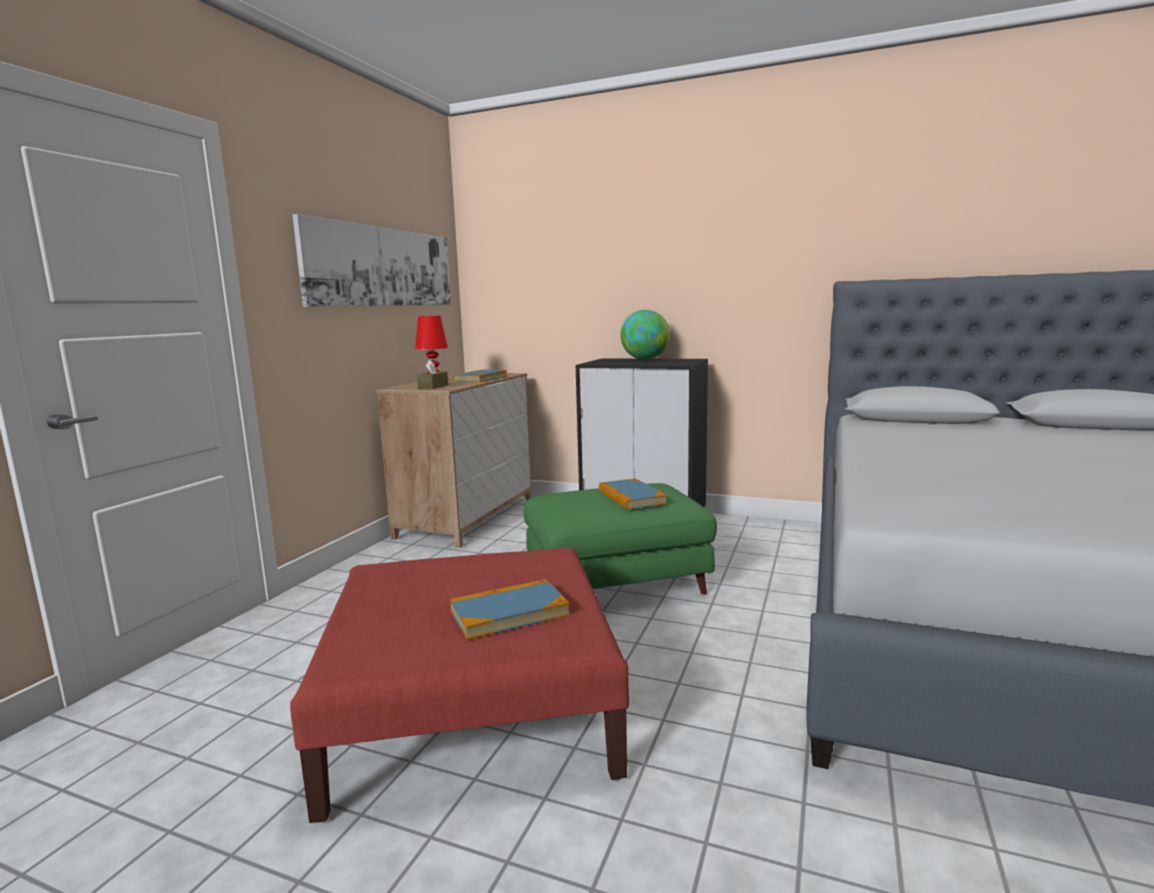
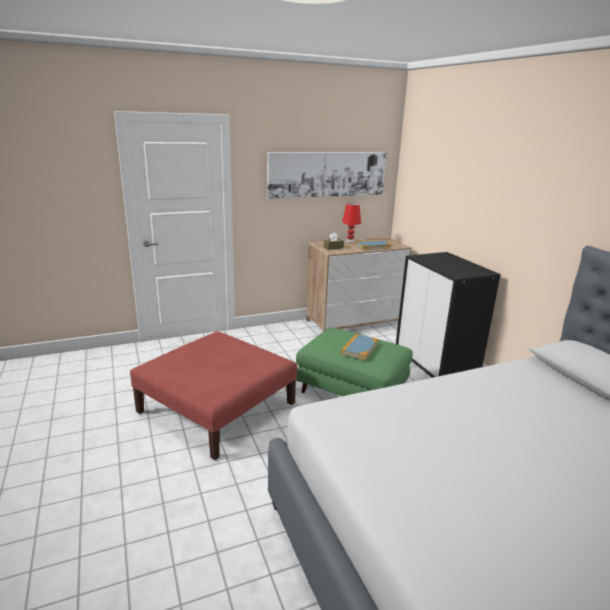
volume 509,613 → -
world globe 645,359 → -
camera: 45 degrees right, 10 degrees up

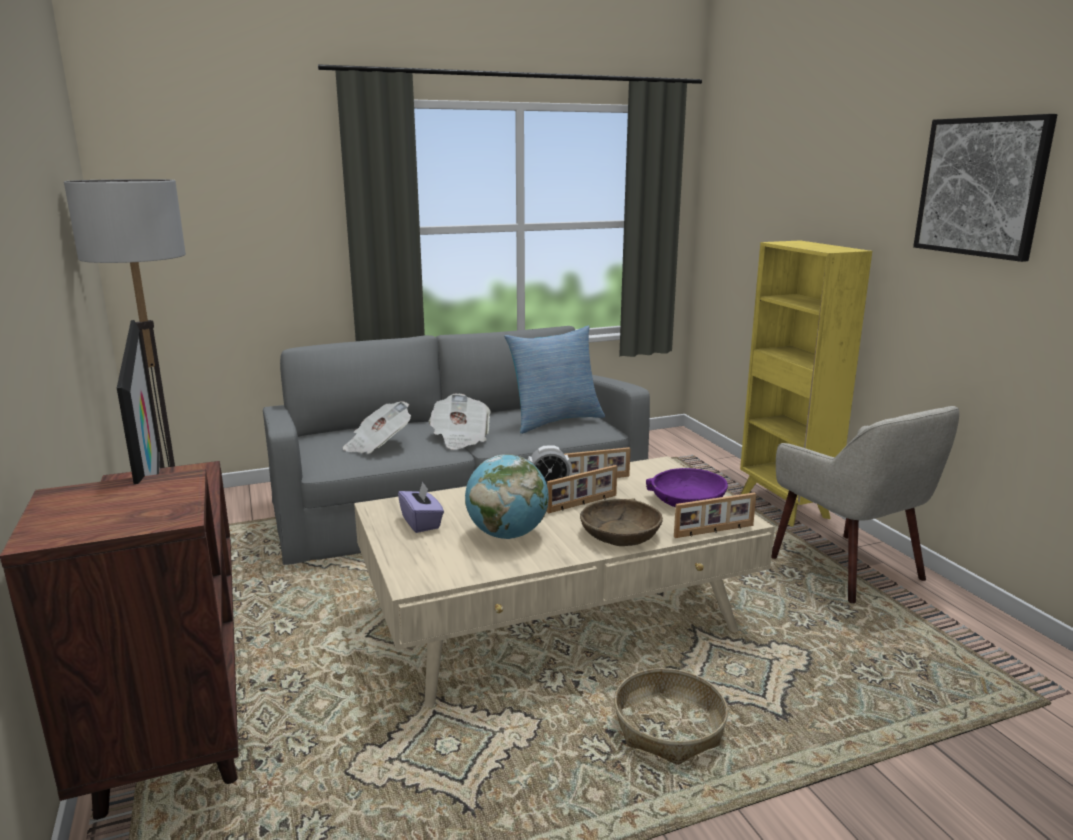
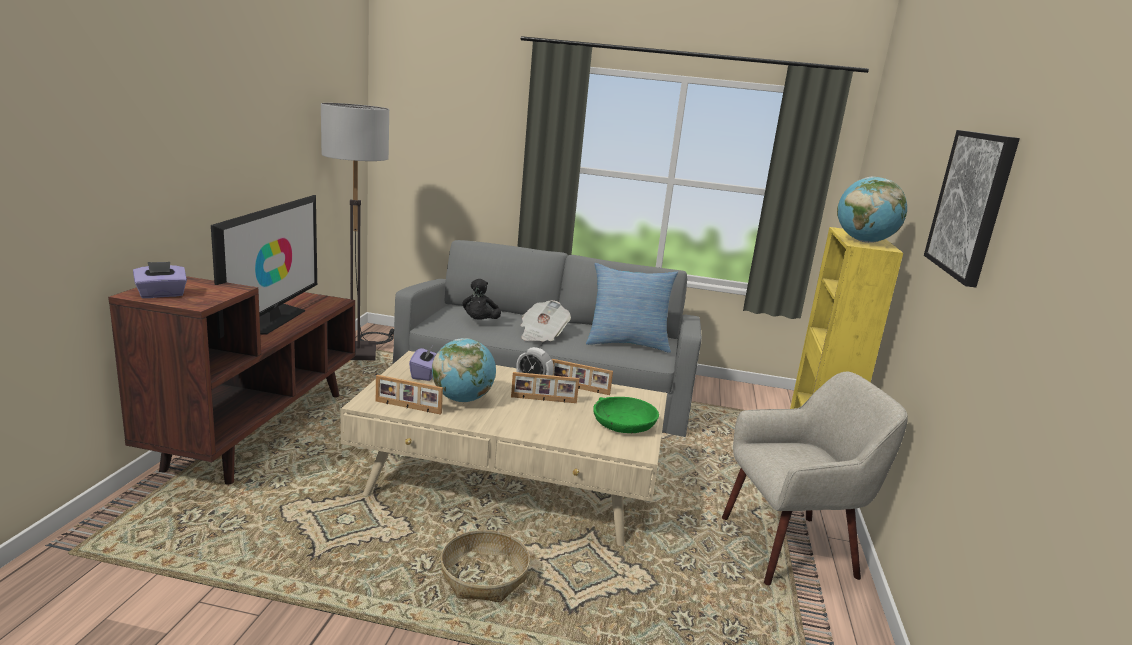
newspaper 378,445 → blackish soft toy 480,322
brownish serving bowl 620,533 → -
purple serving bowl 687,500 → greenish serving bowl 623,424
photo frame 714,531 → photo frame 407,407, moved
sand-coloured easy chair 848,569 → sand-coloured easy chair 790,548, 105 degrees counterclockwise
- → purple tissue holder 161,294
- → world globe 864,241
camera: 30 degrees right, 0 degrees up

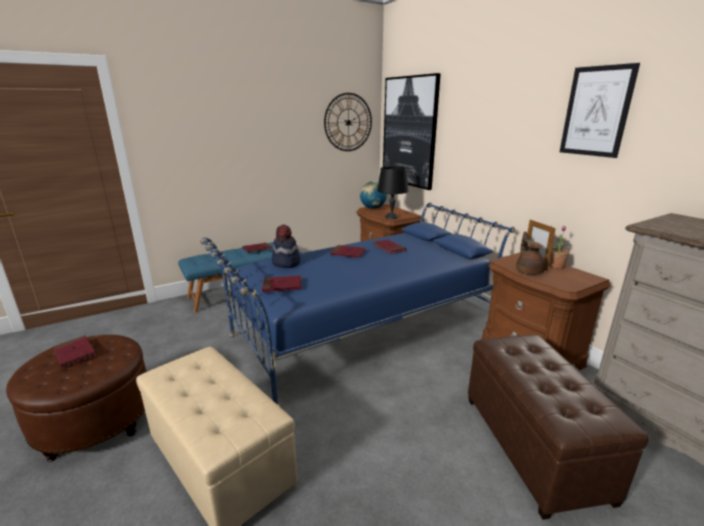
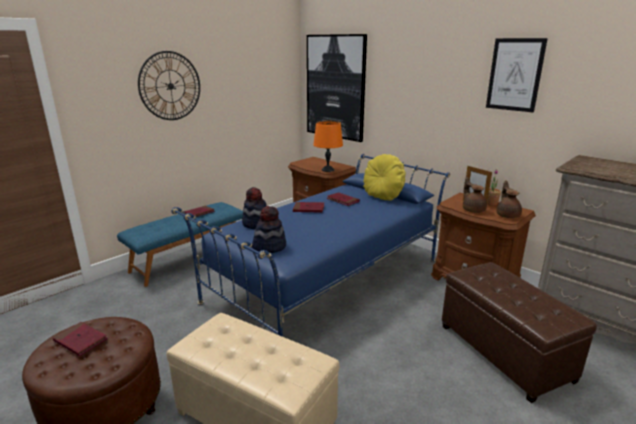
red volume 282,286 → hat 269,246
wall clock 348,122 → wall clock 170,86, moved
world globe 373,208 → -
blackish lamp for a table 392,217 → orange-coloured lamp for a table 328,170
- → yellowish throw pillow 383,197
- → brownish tea pot 507,215
camera: 15 degrees left, 0 degrees up

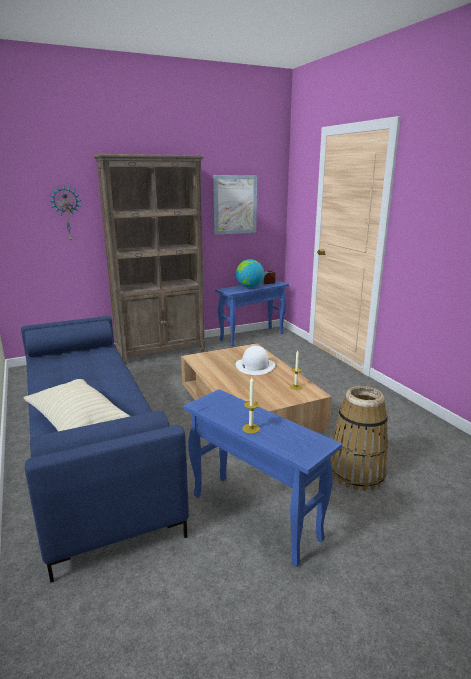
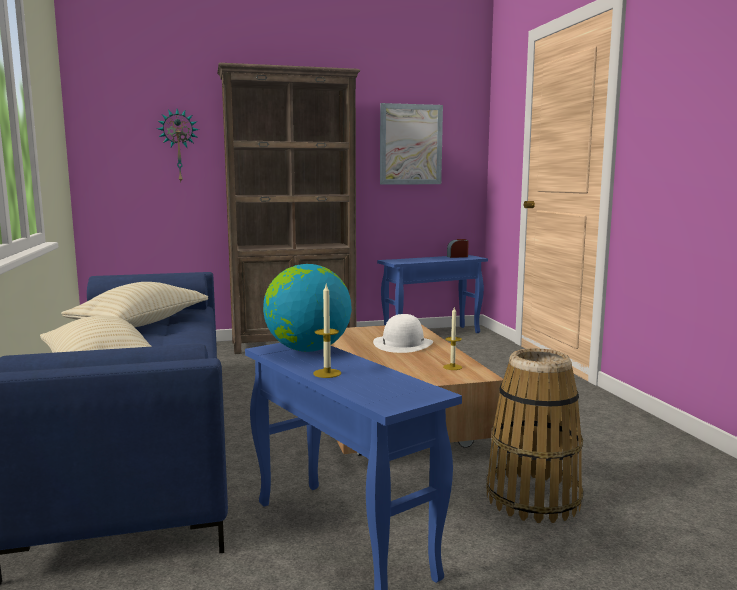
world globe 249,287 → world globe 308,350, moved
- → sand-coloured throw pillow 141,324
camera: 10 degrees right, 10 degrees down

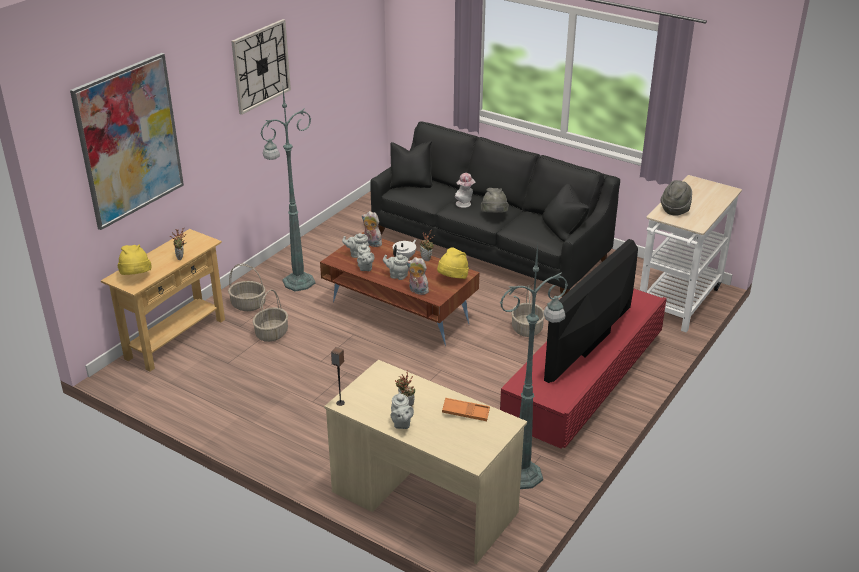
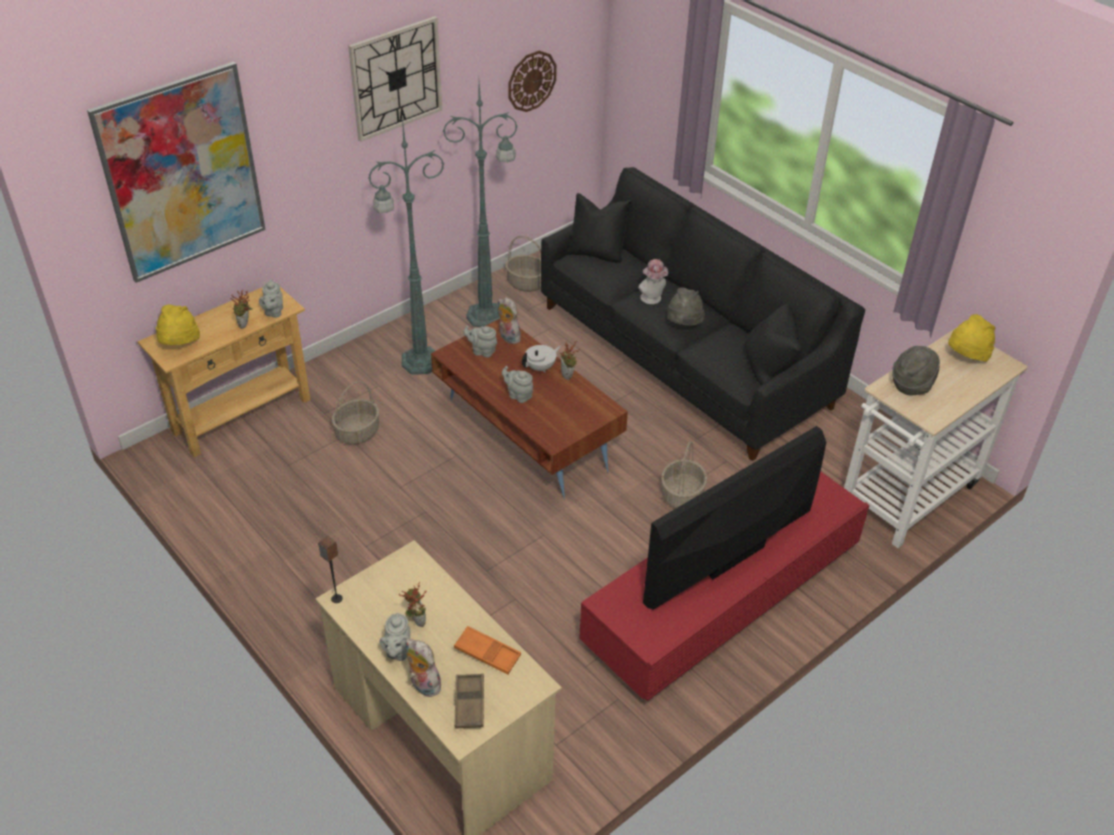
storage basket 248,304 → storage basket 526,283, moved
grey tea pot 365,268 → grey tea pot 273,312, moved
soft toy 417,291 → soft toy 423,685, moved
yellowish hat 452,278 → yellowish hat 966,357, moved
greenish standing lamp 524,474 → greenish standing lamp 488,316, moved
- → brownish carrying tray 469,704
- → wall clock 531,81
camera: 15 degrees right, 10 degrees up

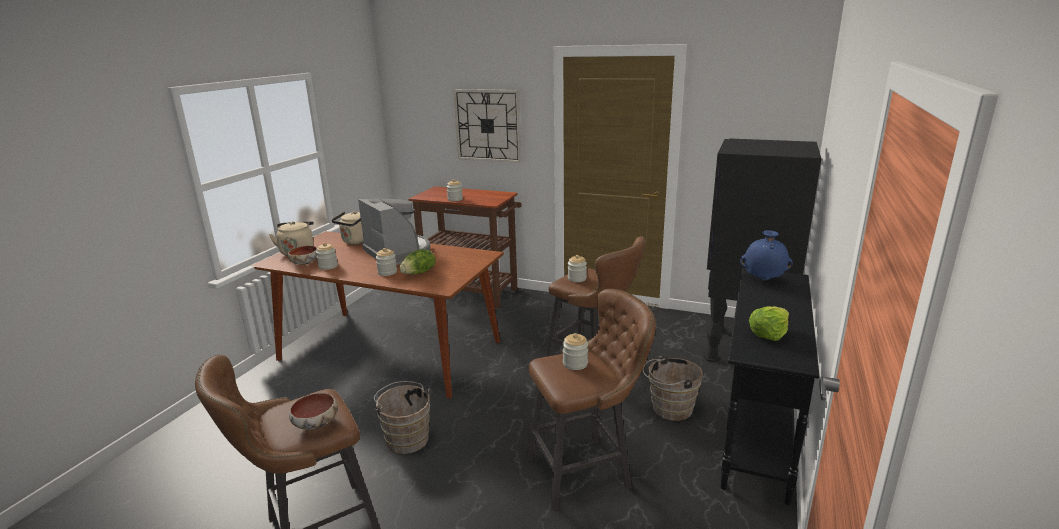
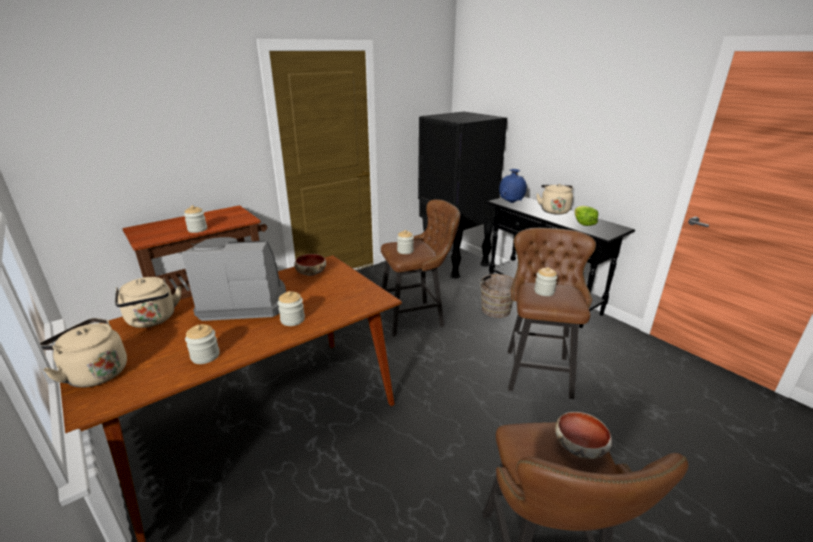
serving bowl 305,263 → serving bowl 310,273, moved
brownish pail 406,438 → -
lettuce head 419,273 → -
wall clock 488,125 → -
- → sand-coloured kettle 554,210
camera: 60 degrees left, 5 degrees up

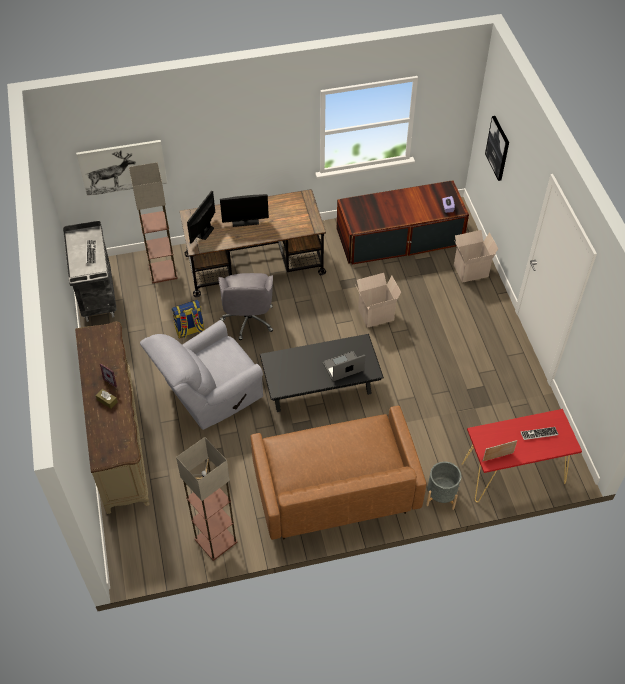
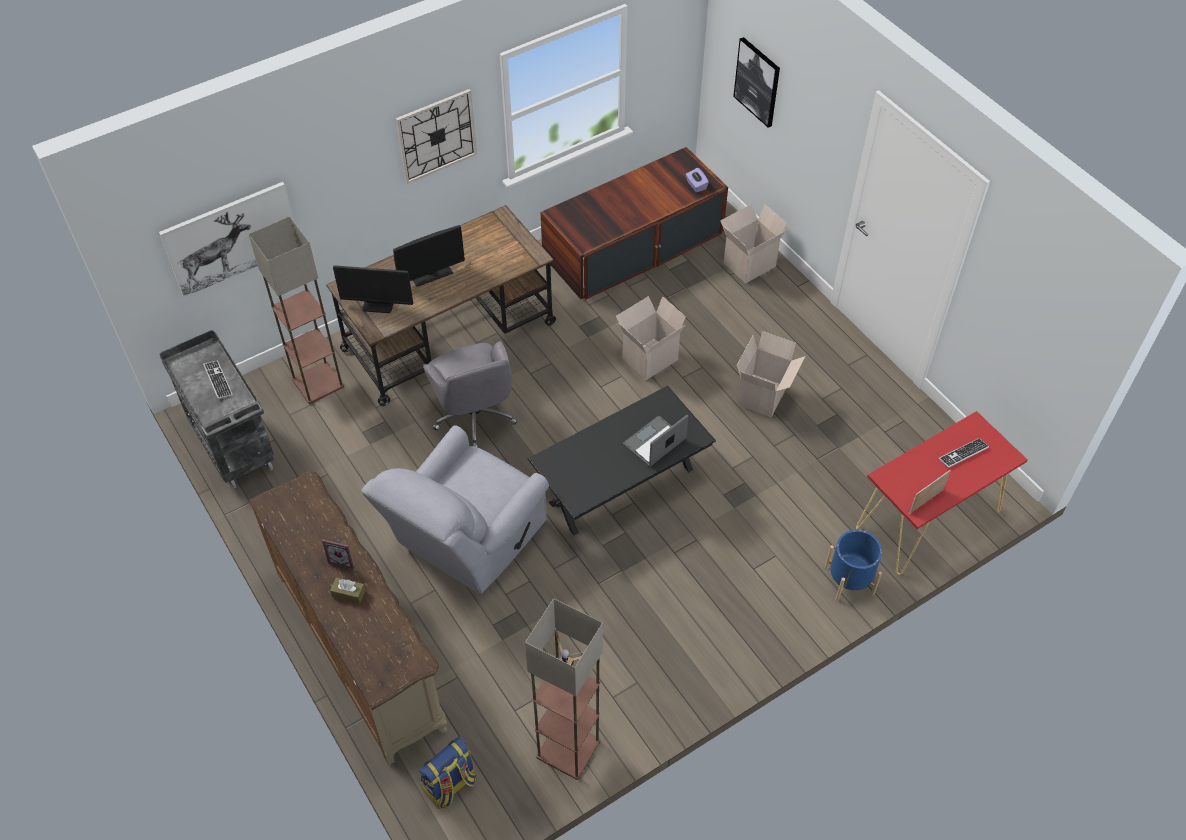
rucksack 189,330 → rucksack 450,785, moved
computer screen 204,232 → computer screen 378,305, 90 degrees counterclockwise
brownish couch 335,490 → -
grey plant pot 441,495 → blue-coloured plant pot 849,580
- → wall clock 436,136
- → cardboard box 763,397
camera: 20 degrees left, 0 degrees up

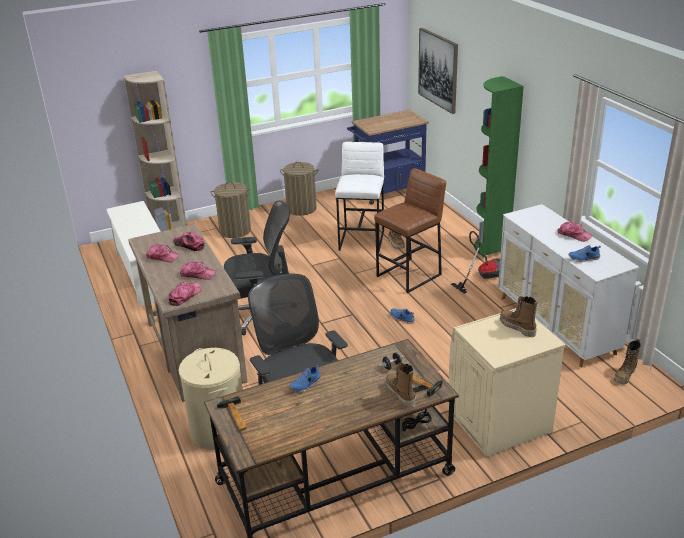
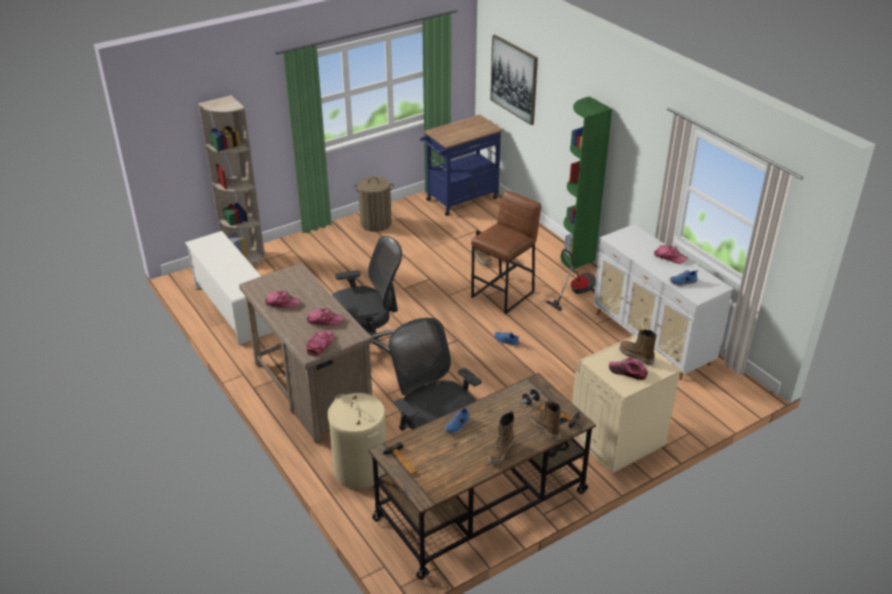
peaked cap 189,245 → peaked cap 628,371, moved
laundry basket 235,230 → -
whitish stool 362,239 → -
boot 625,376 → boot 500,452, moved
camera: 10 degrees left, 5 degrees up

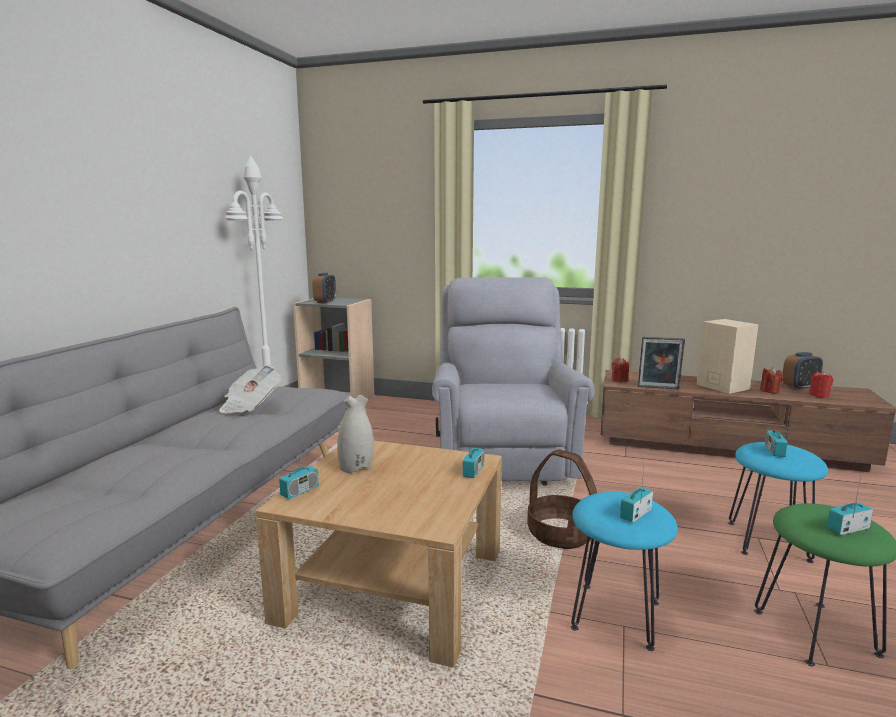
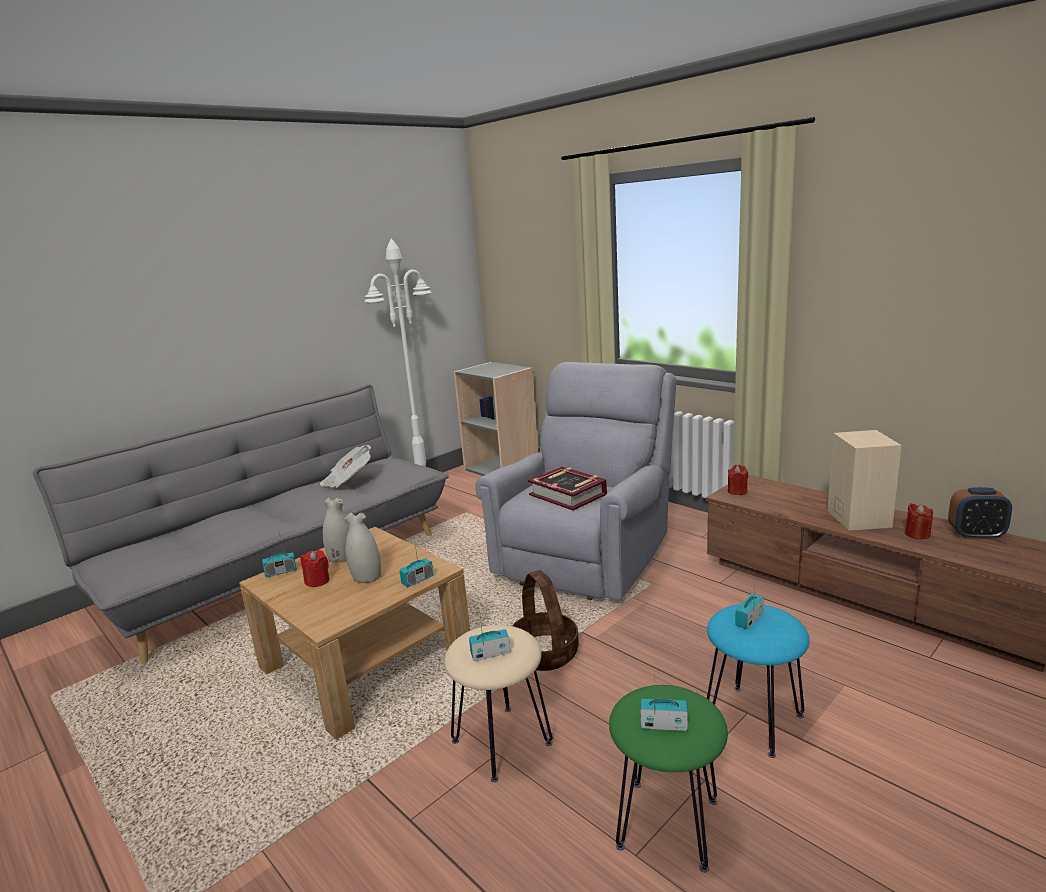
table clock 325,302 → -
turquoise-coloured stool 616,615 → sand-coloured stool 502,742
photo frame 658,388 → -
red wax light 819,395 → red wax light 317,581, moved
- → whitish flower vase 366,577
- → volume 568,495
camera: 30 degrees right, 5 degrees up

